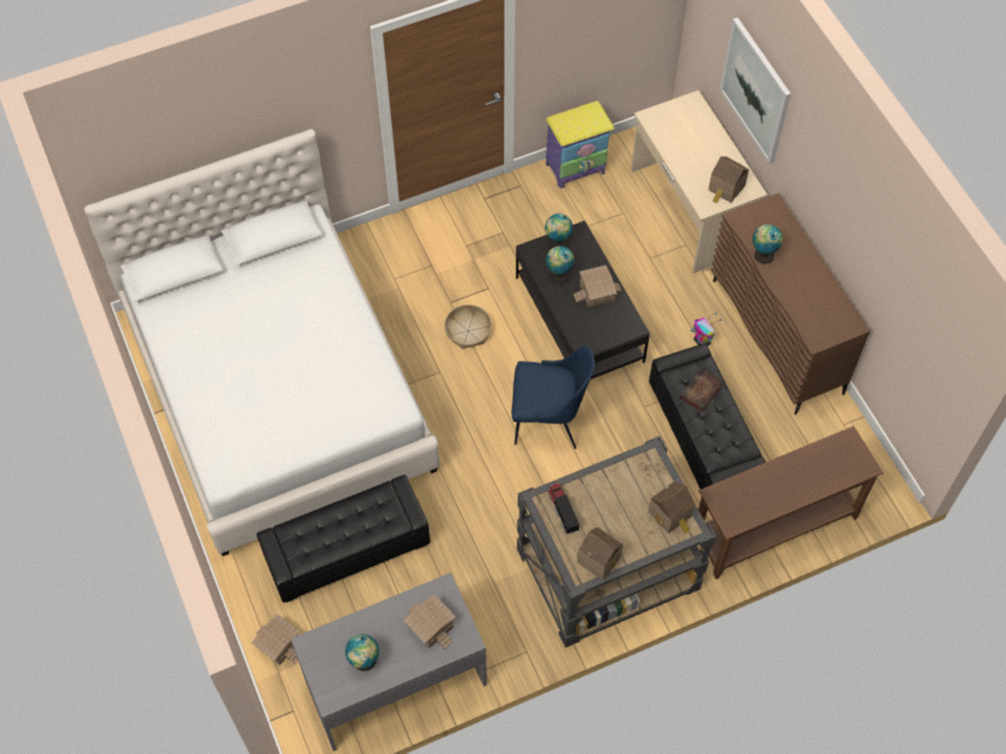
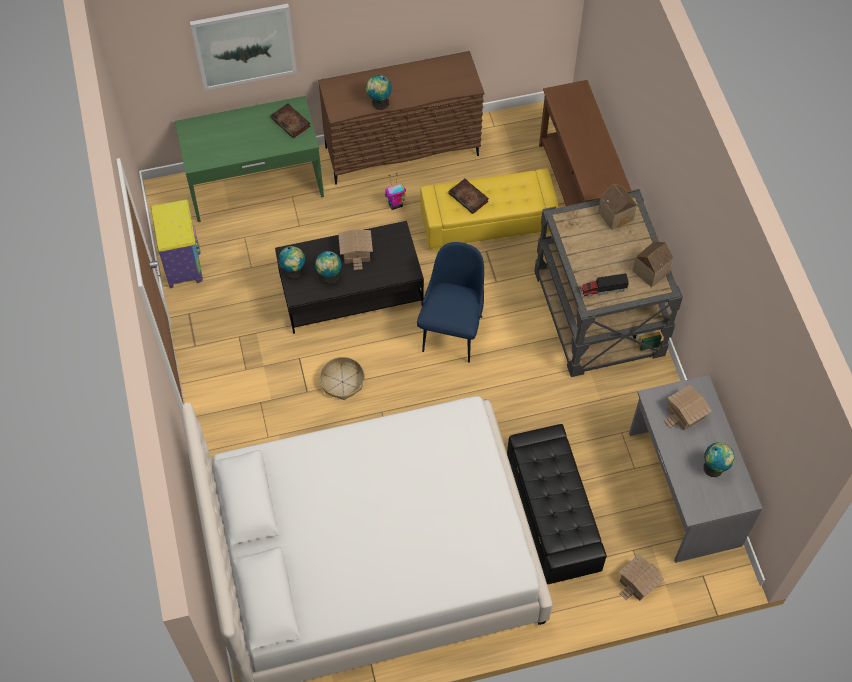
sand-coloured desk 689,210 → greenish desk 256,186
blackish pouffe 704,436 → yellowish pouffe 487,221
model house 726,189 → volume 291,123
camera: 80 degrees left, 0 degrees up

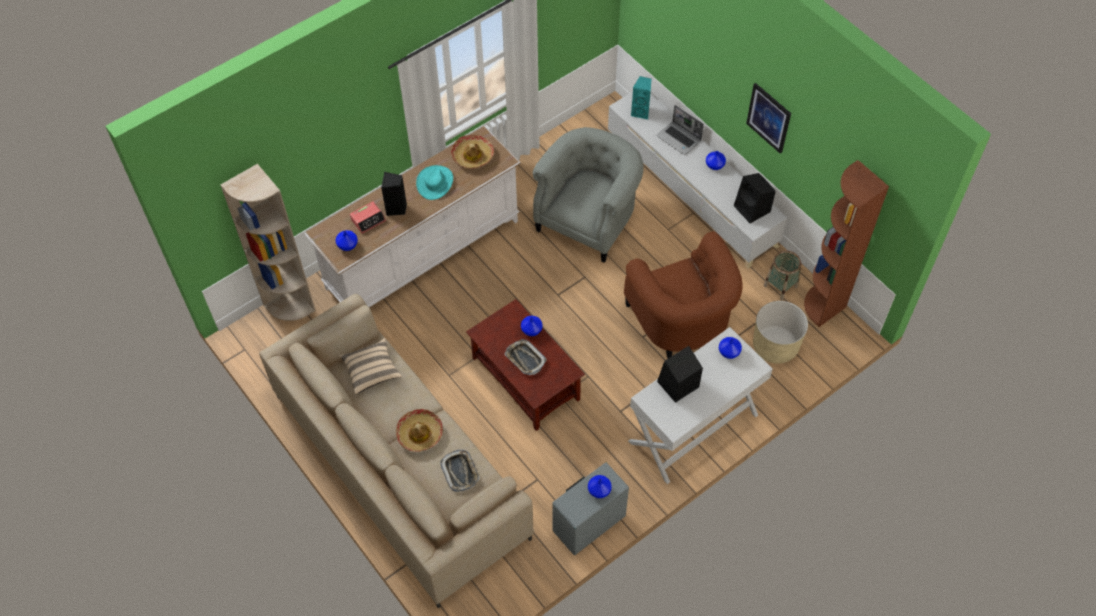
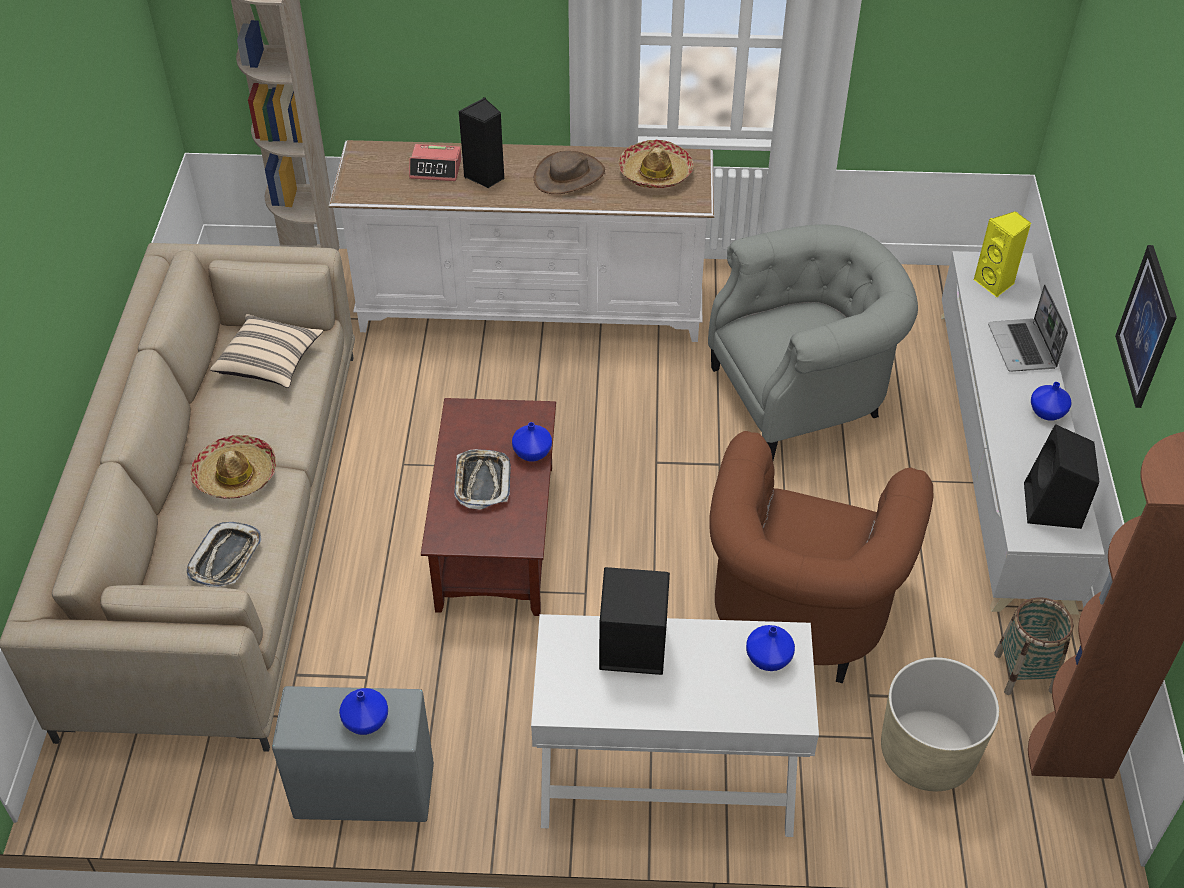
blue-coloured flower vase 348,245 → -
turquoise-coloured hat 435,183 → brownish hat 569,176
turquoise-coloured loudspeaker 641,112 → yellowish loudspeaker 995,283
camera: 40 degrees right, 10 degrees down

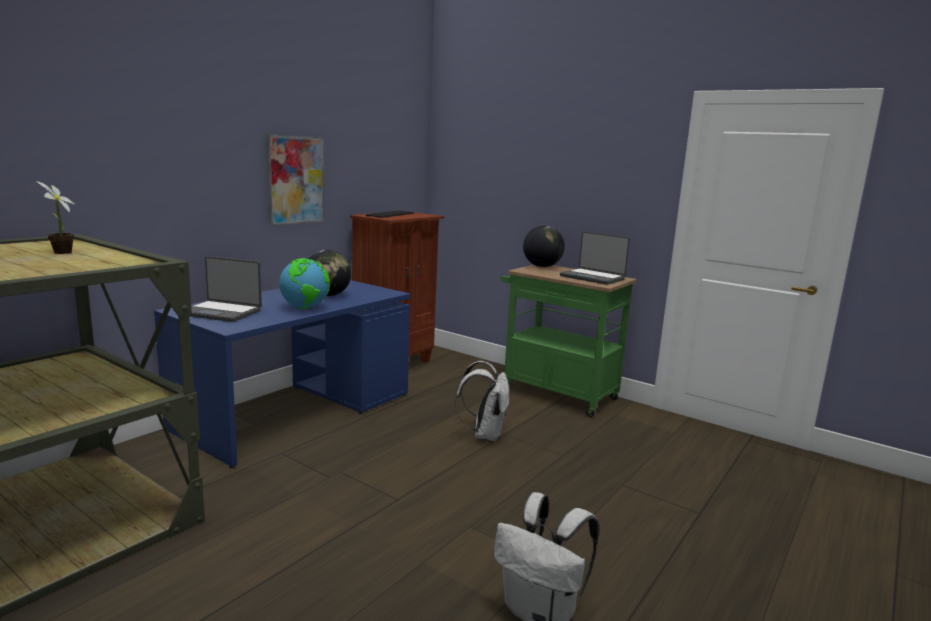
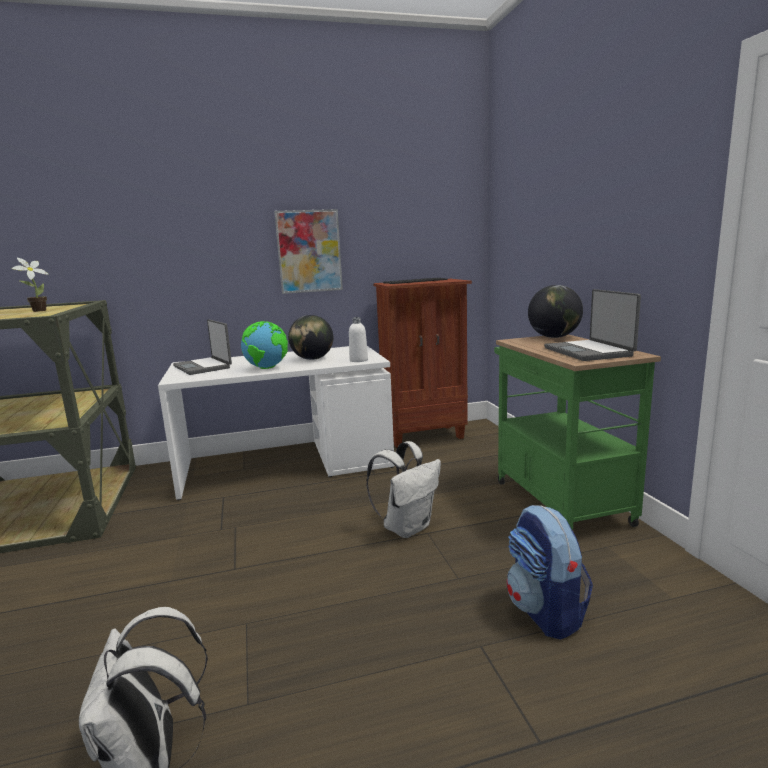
blue-coloured desk 296,411 → whitish desk 286,463
- → whitish beverage bottle 358,360
- → rucksack 545,612
camera: 40 degrees right, 0 degrees up

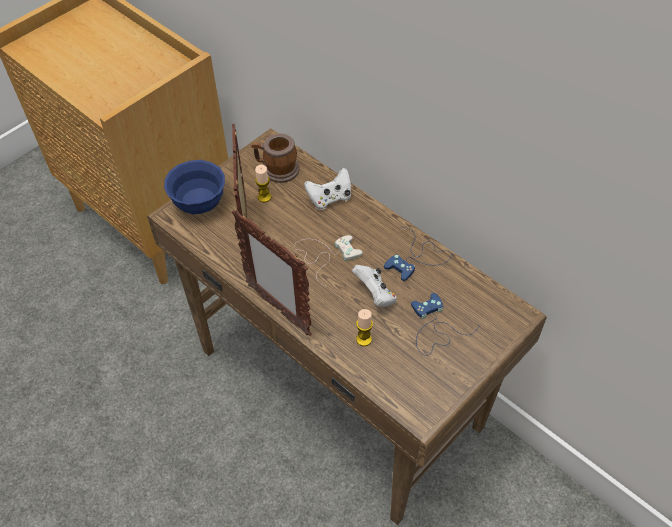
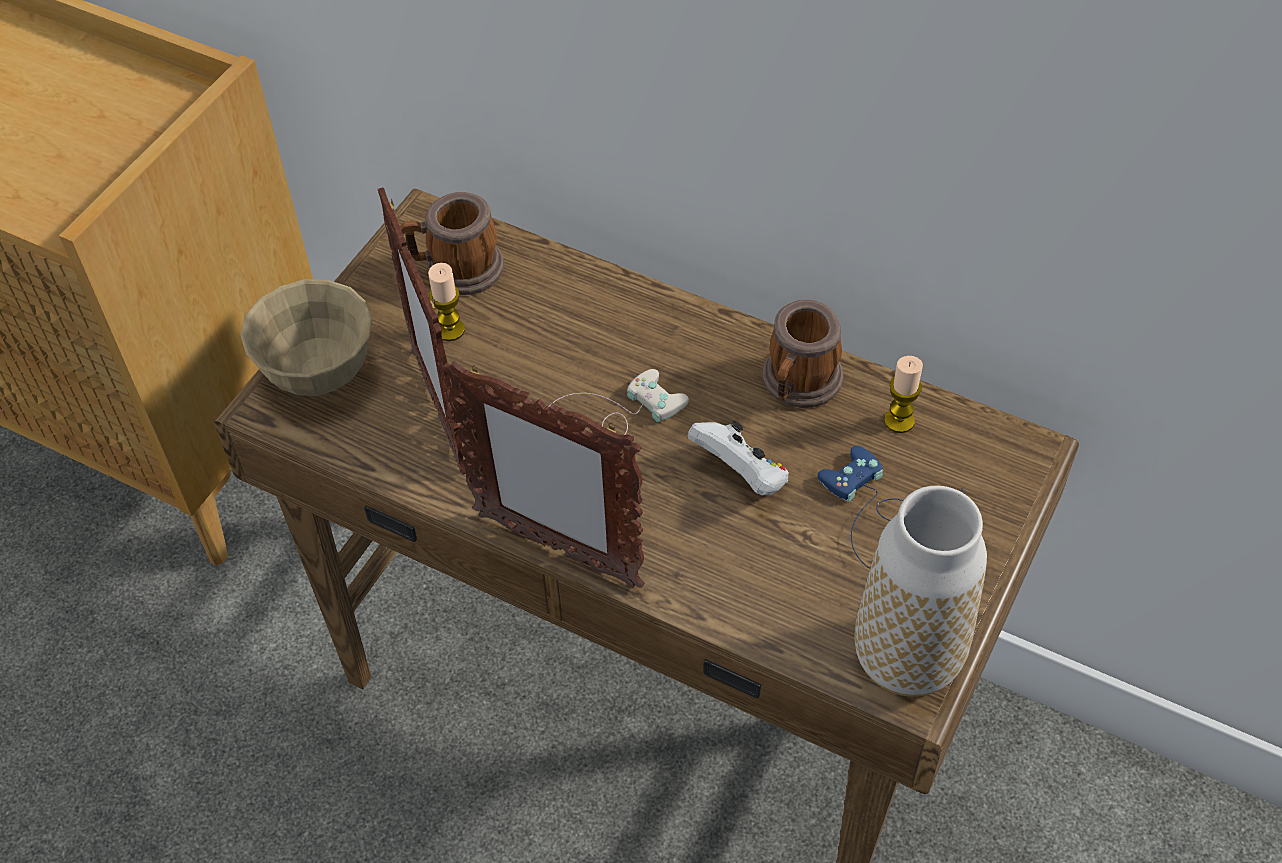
blue-coloured serving bowl 199,204 → sand-coloured serving bowl 319,373
whitish game controller 330,198 → -
wax light 364,339 → wax light 899,421, moved
blue-coloured game controller 417,258 → tea mug 798,385
- → flower vase 906,658
camera: 15 degrees left, 0 degrees up

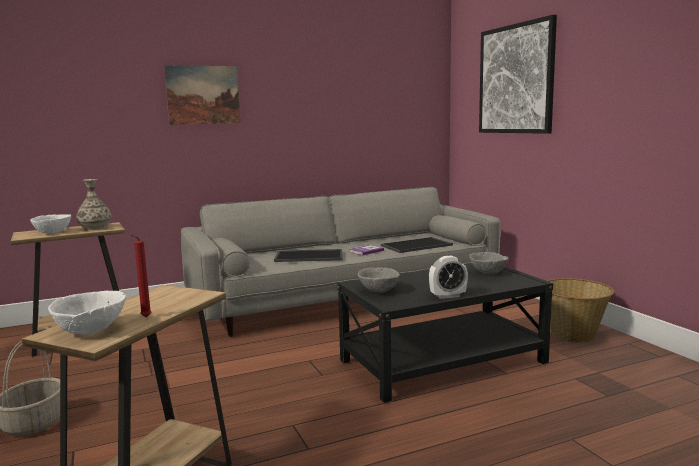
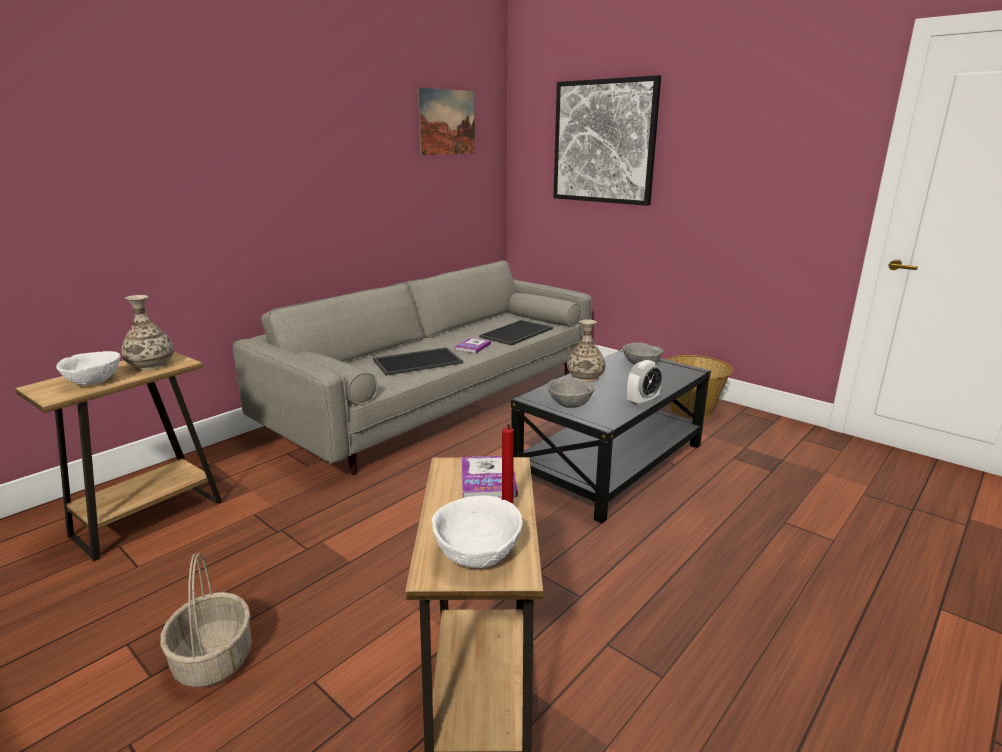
wall picture 203,95 → wall picture 447,122, moved
- → volume 488,479
- → flower vase 585,377
camera: 25 degrees left, 10 degrees up

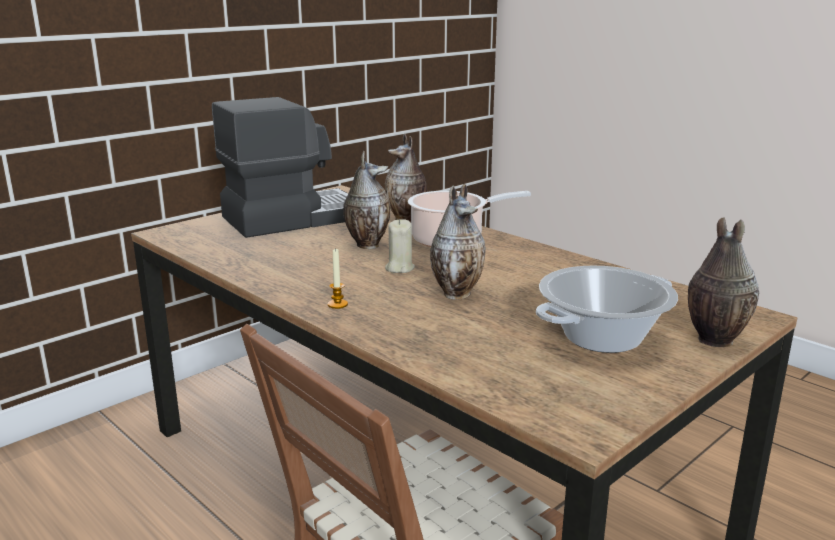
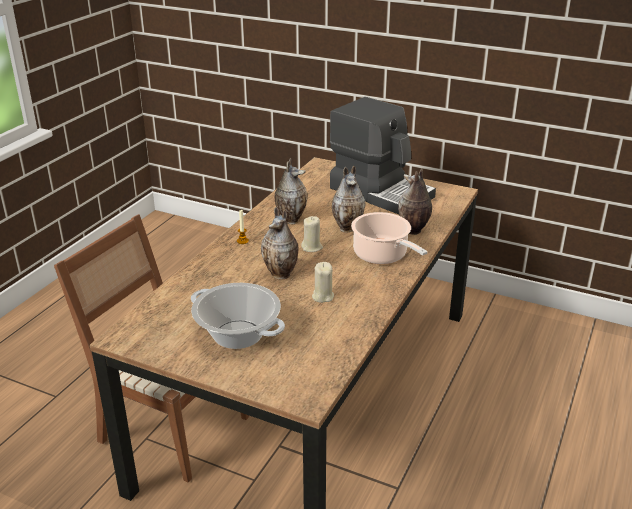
flower vase 712,340 → flower vase 291,219, moved
- → sand-coloured wax light 322,296
camera: 70 degrees right, 10 degrees up

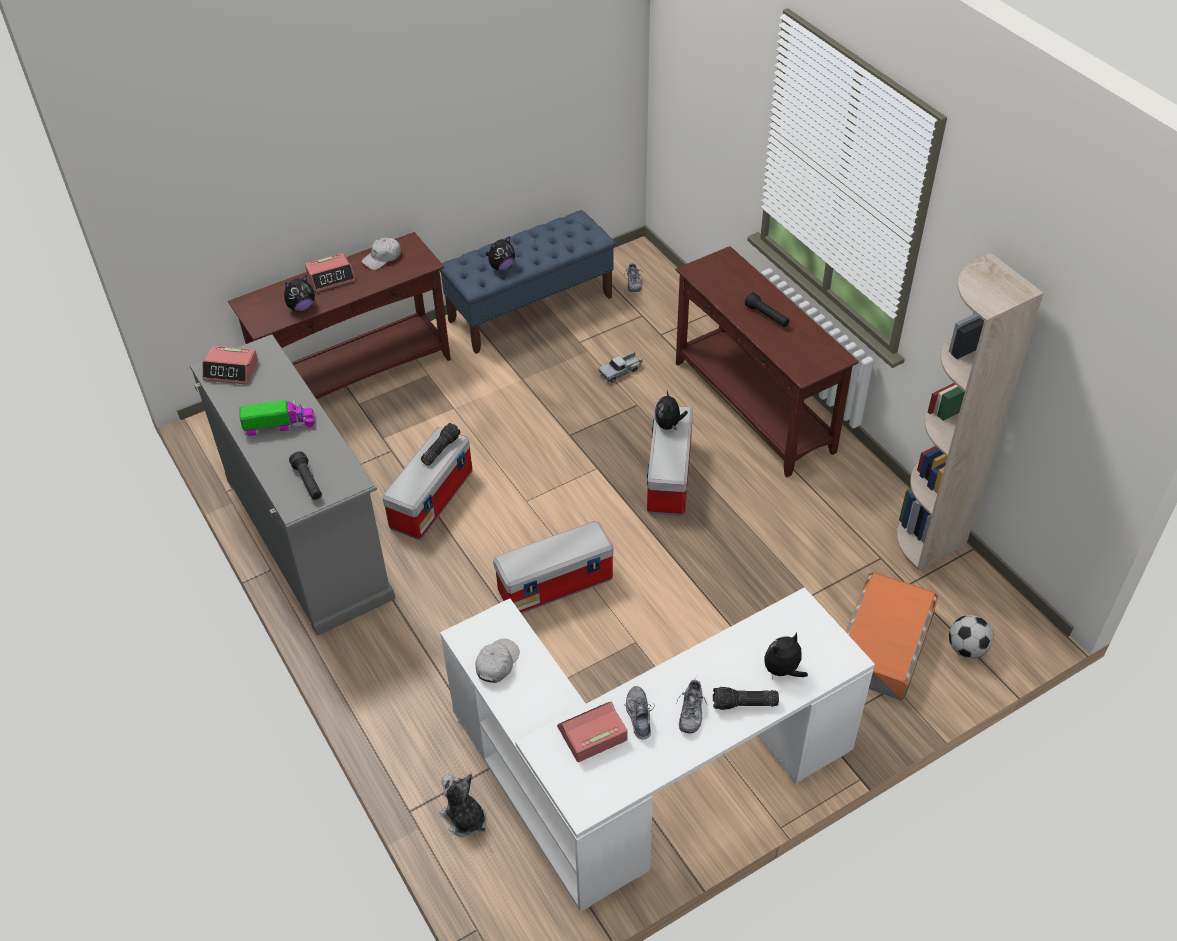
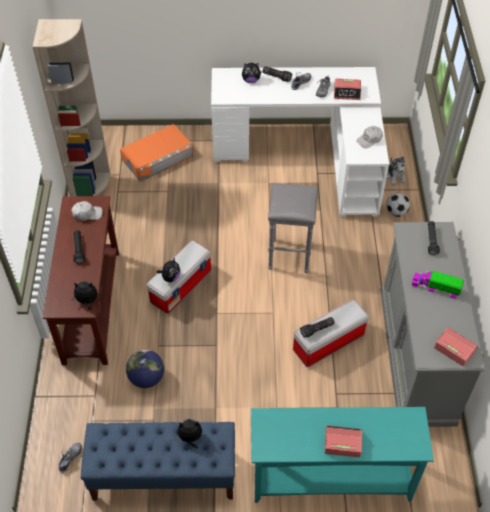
brownish console table 356,375 → turquoise-coloured console table 330,478
soft toy 301,307 → soft toy 87,301, moved
whitish peaked cap 382,258 → whitish peaked cap 87,214, moved
storage container 556,584 → grey stool 288,256
toy truck 620,371 → world globe 146,378
ball for football 966,649 → ball for football 396,212, moved
camera: 150 degrees left, 5 degrees up

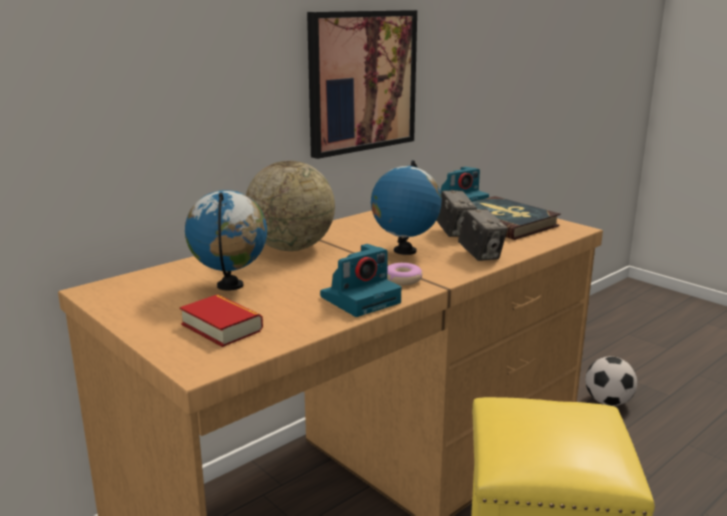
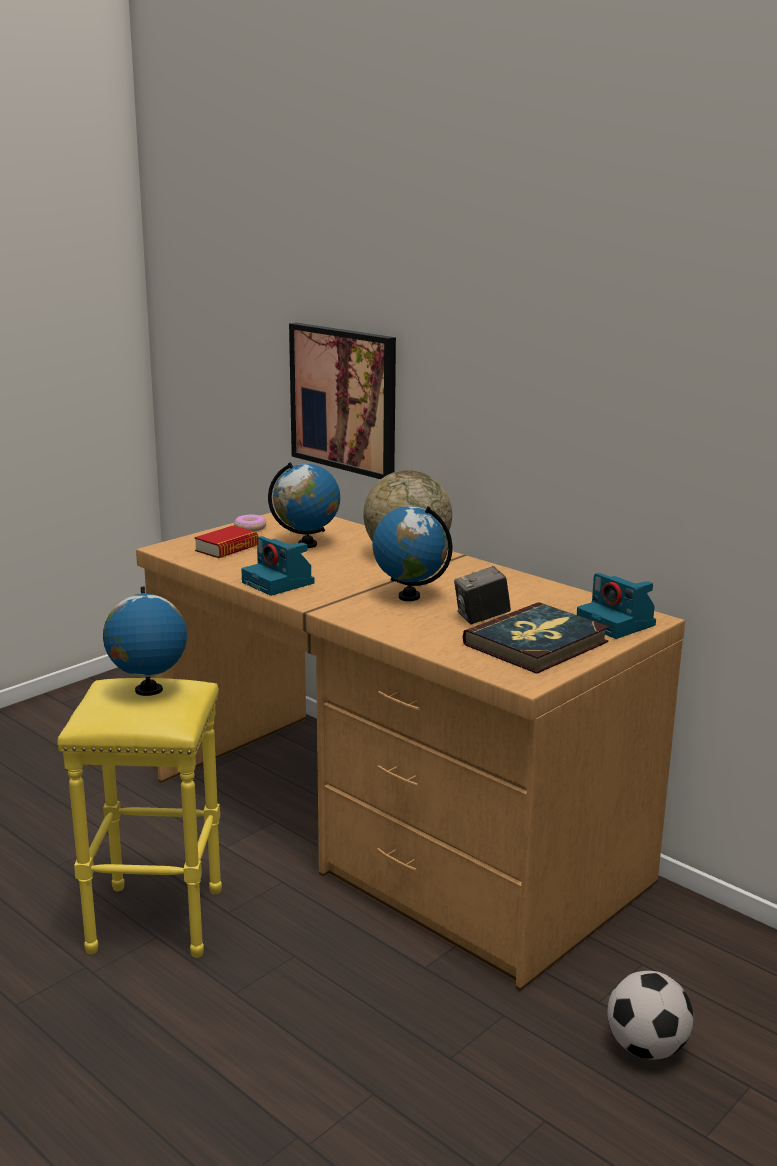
wall picture 361,81 → wall picture 344,399, moved
doughnut 403,279 → doughnut 250,528, moved
photo camera 481,255 → -
- → world globe 148,690
camera: 85 degrees right, 0 degrees up

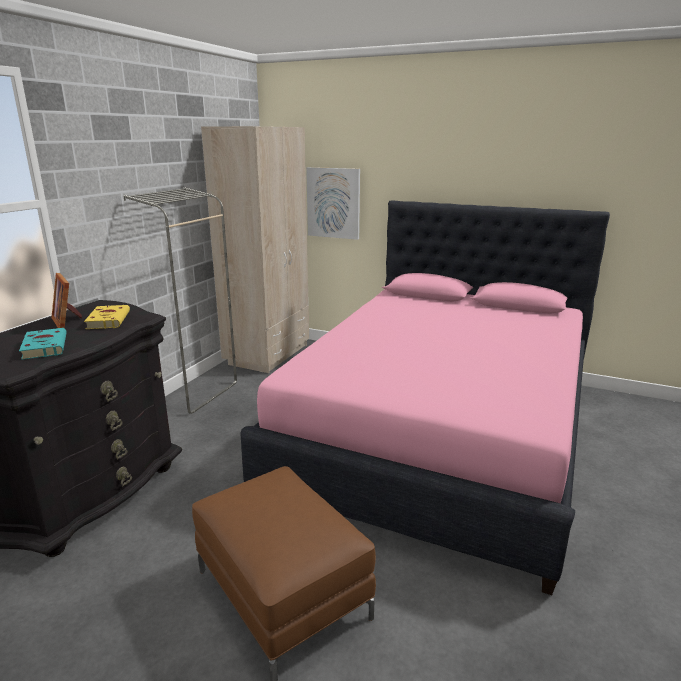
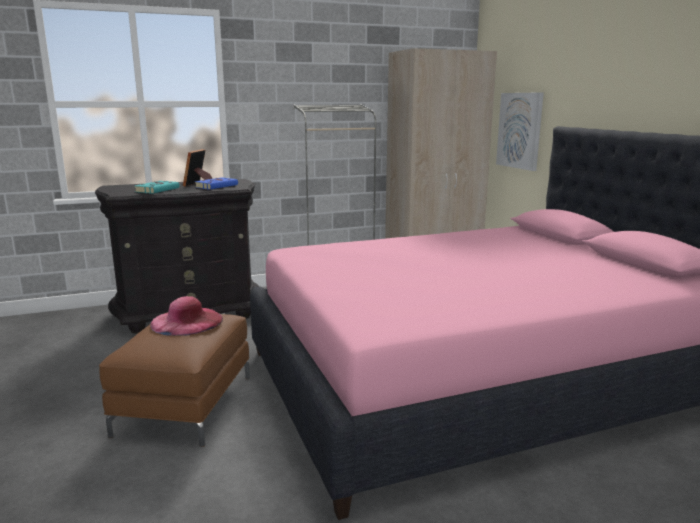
yellowish volume 108,320 → blue-coloured volume 217,186
- → pink hat 187,321
camera: 45 degrees right, 5 degrees down

